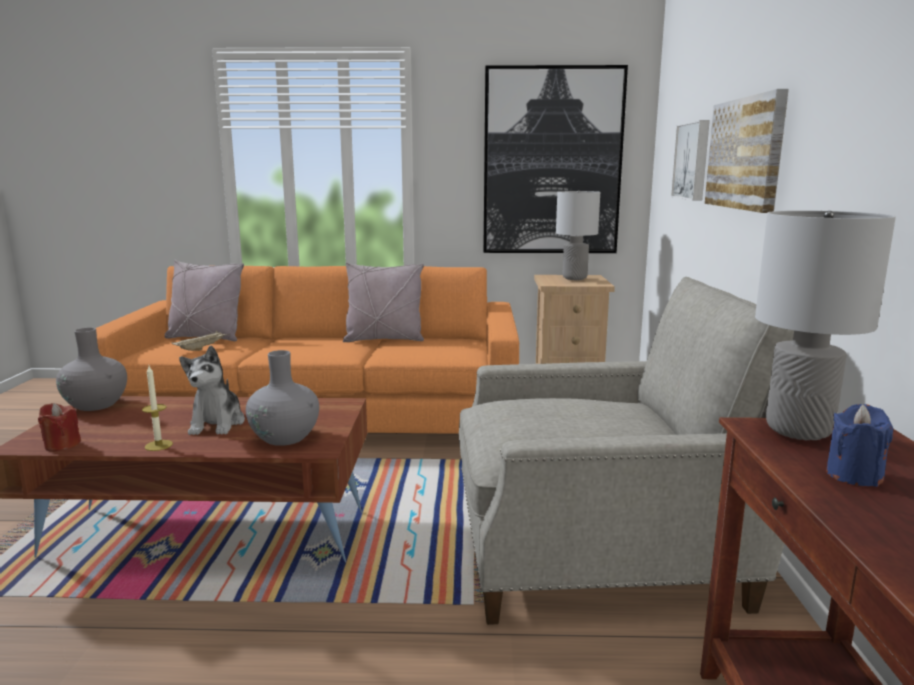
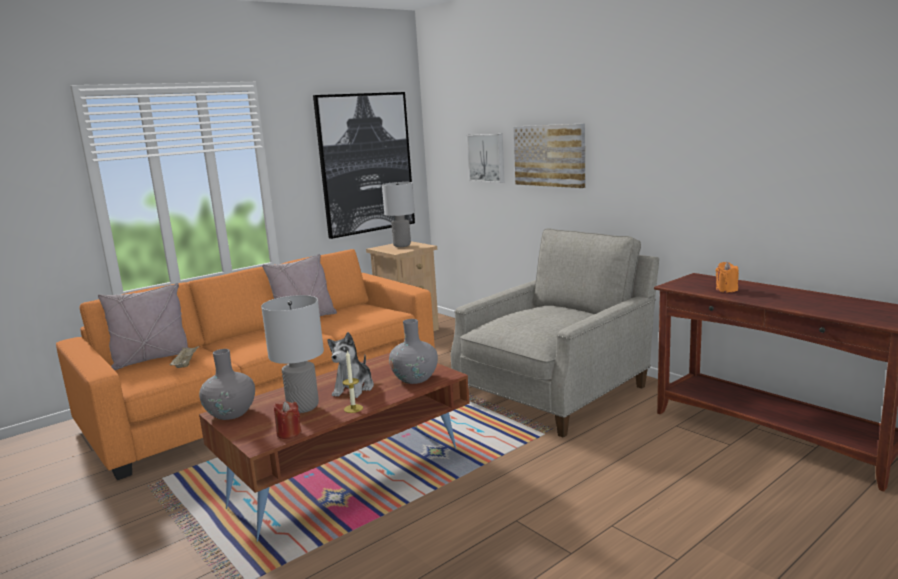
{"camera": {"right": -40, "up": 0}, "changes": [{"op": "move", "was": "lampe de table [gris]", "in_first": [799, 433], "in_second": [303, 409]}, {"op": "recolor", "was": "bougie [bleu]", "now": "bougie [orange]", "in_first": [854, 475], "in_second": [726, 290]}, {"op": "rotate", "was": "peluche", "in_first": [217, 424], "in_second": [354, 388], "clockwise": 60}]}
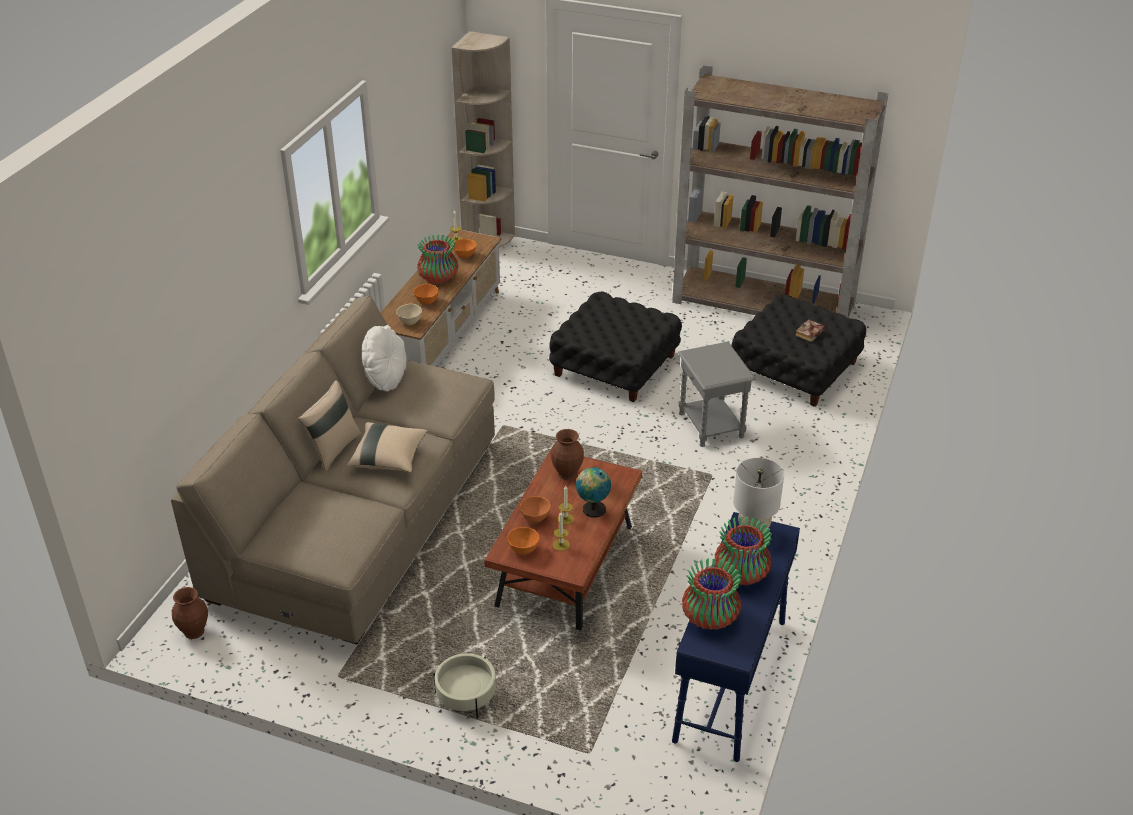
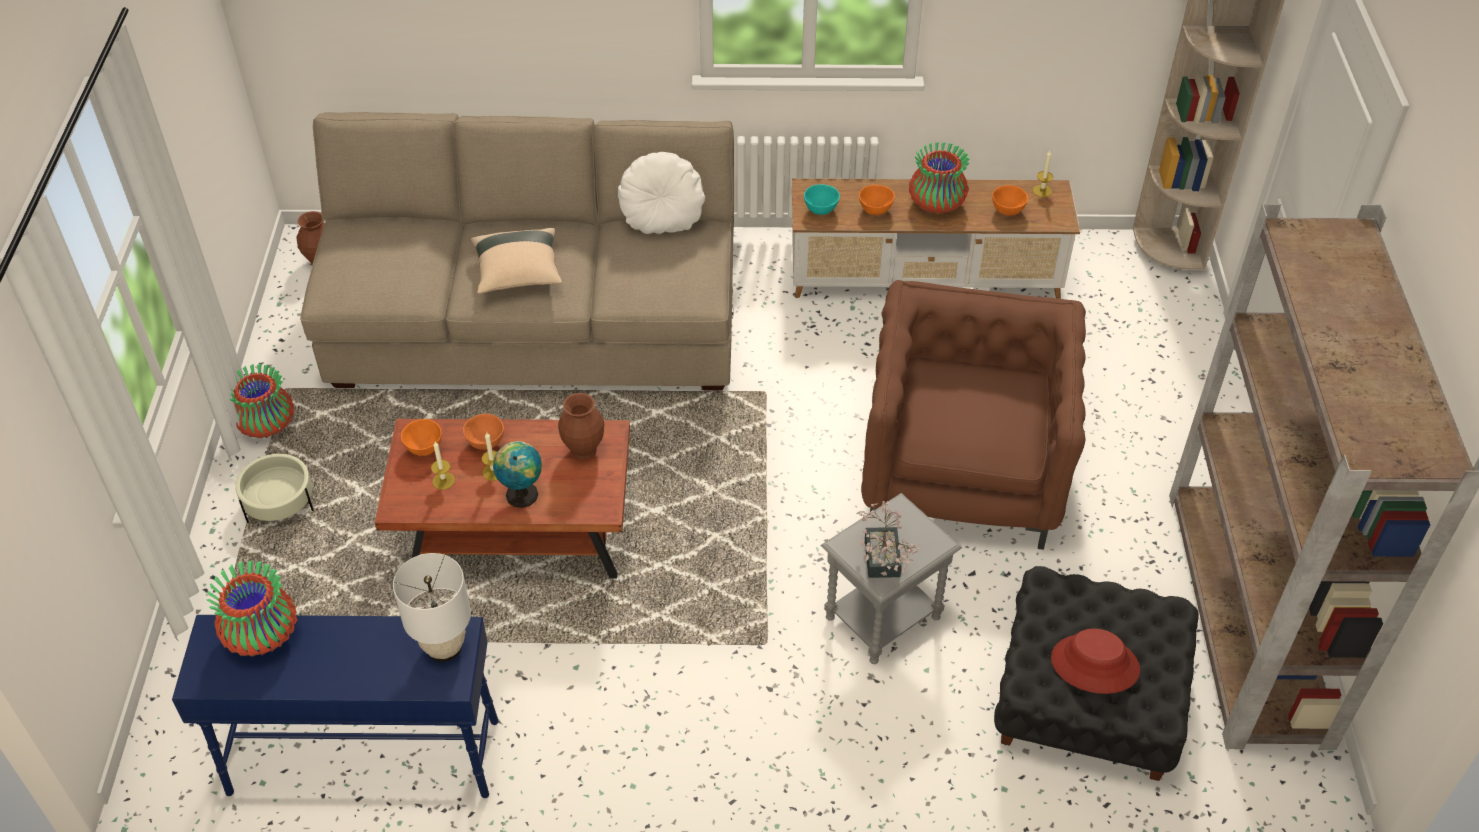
{"camera": {"right": 70, "up": 10}, "changes": [{"op": "delete", "was": "coussin [beige]", "in_first": [333, 449]}, {"op": "insert", "now": "plante en pot", "in_second": [882, 563]}, {"op": "move", "was": "vase", "in_first": [741, 574], "in_second": [267, 425]}, {"op": "replace", "was": "pouf [noir]", "now": "fauteuil [marron]", "in_first": [615, 365], "in_second": [963, 470]}, {"op": "replace", "was": "livre", "now": "chapeau [rouge]", "in_first": [809, 334], "in_second": [1094, 665]}, {"op": "recolor", "was": "bol [beige]", "now": "bol [turquoise]", "in_first": [410, 322], "in_second": [821, 210]}]}
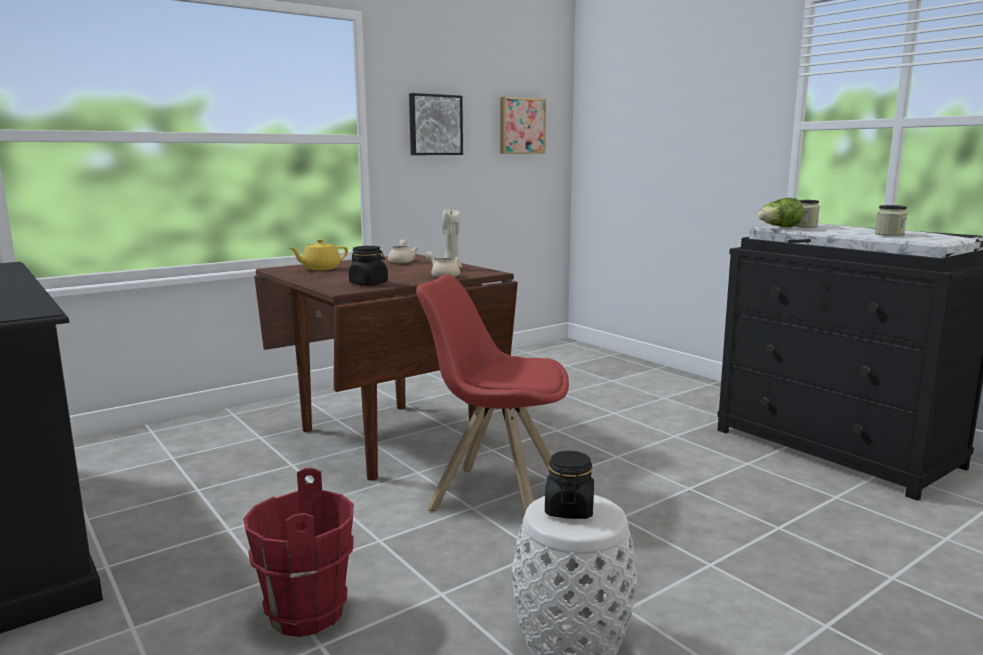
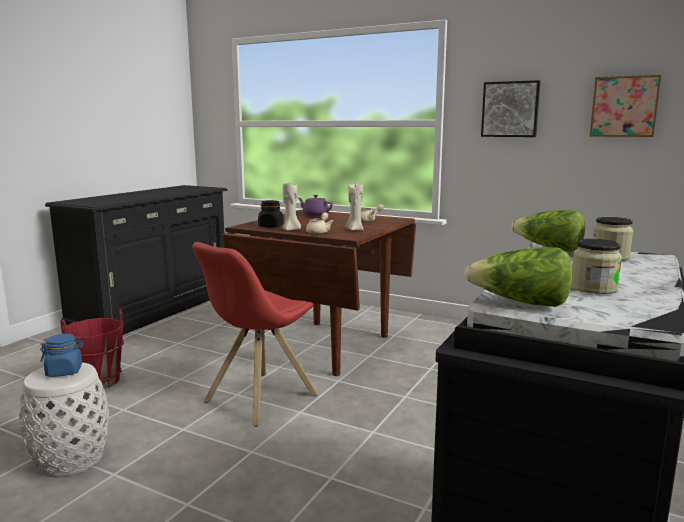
{"camera": {"right": 65, "up": 0}, "changes": [{"op": "insert", "now": "bougie [beige]", "in_second": [291, 230]}, {"op": "insert", "now": "laitue", "in_second": [521, 303]}, {"op": "recolor", "was": "théière [jaune]", "now": "théière [violet]", "in_first": [320, 268], "in_second": [315, 215]}, {"op": "recolor", "was": "bocal [noir]", "now": "bocal [bleu]", "in_first": [569, 509], "in_second": [64, 371]}, {"op": "rotate", "was": "chaise [rouge]", "in_first": [496, 495], "in_second": [259, 398], "clockwise": -135}]}
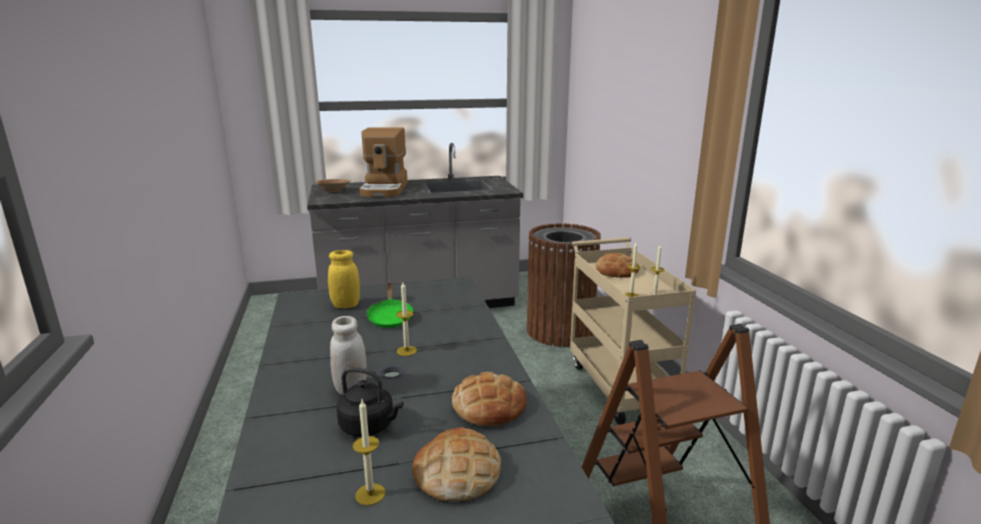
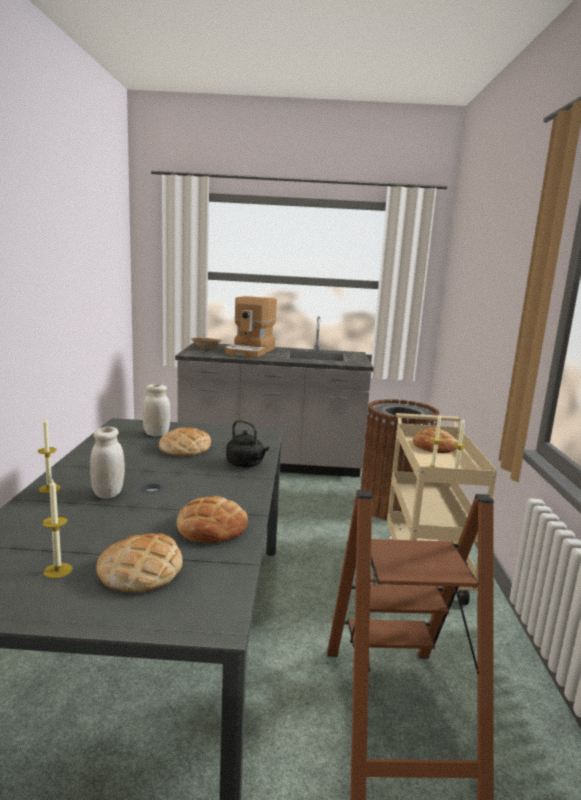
{"camera": {"right": 15, "up": -5}, "changes": [{"op": "move", "was": "bouilloire [noir]", "in_first": [369, 426], "in_second": [246, 464]}, {"op": "move", "was": "bougie", "in_first": [406, 351], "in_second": [49, 488]}, {"op": "replace", "was": "poêle [vert]", "now": "pain", "in_first": [390, 317], "in_second": [185, 448]}, {"op": "recolor", "was": "bocal [jaune]", "now": "bocal [blanc]", "in_first": [345, 305], "in_second": [156, 434]}]}
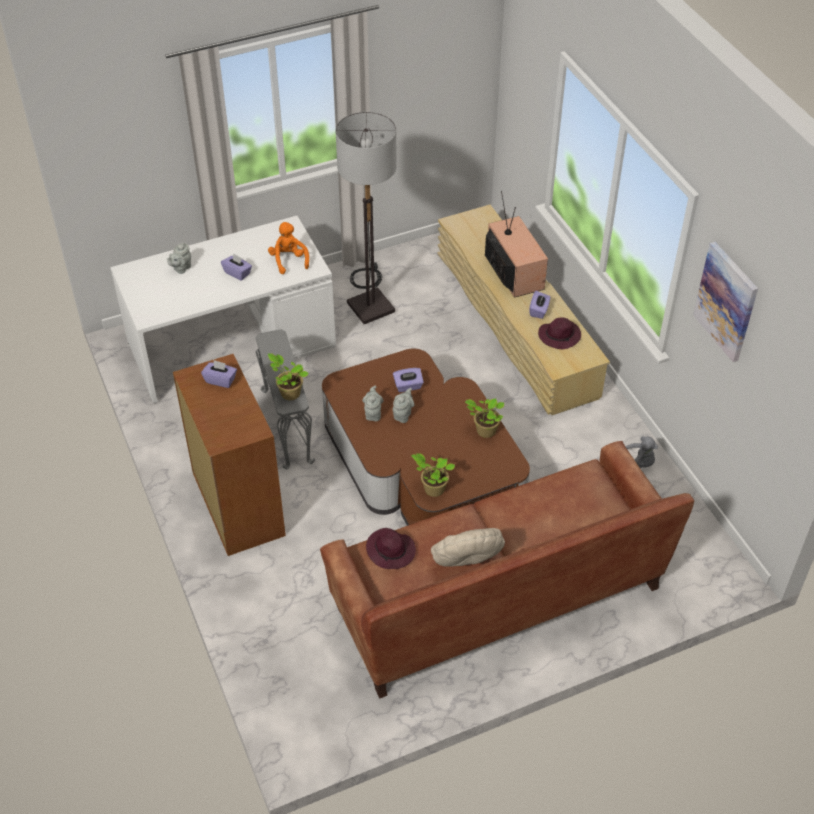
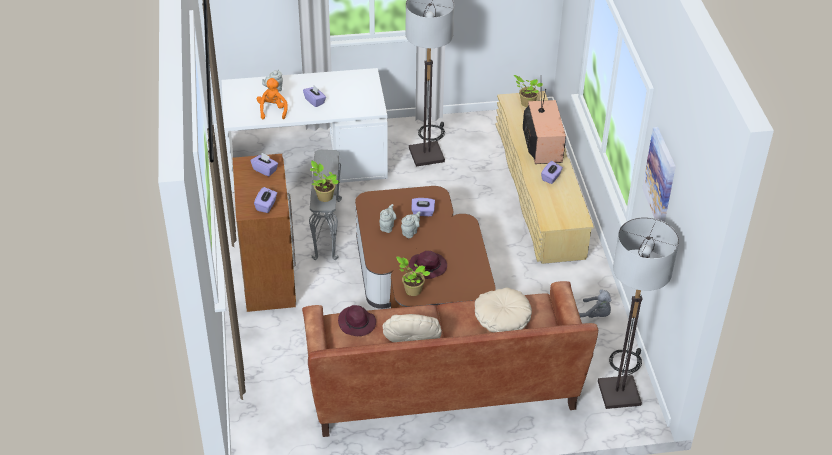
{"camera": {"right": 15, "up": -5}, "changes": [{"op": "insert", "now": "boîte à mouchoirs [violet]", "in_second": [266, 206]}, {"op": "insert", "now": "coussin [beige]", "in_second": [502, 318]}, {"op": "insert", "now": "lampadaire", "in_second": [621, 384]}, {"op": "move", "was": "peluche [orange]", "in_first": [289, 260], "in_second": [272, 110]}, {"op": "move", "was": "plante en pot", "in_first": [484, 431], "in_second": [526, 103]}, {"op": "move", "was": "chapeau [violet]", "in_first": [560, 336], "in_second": [428, 267]}]}
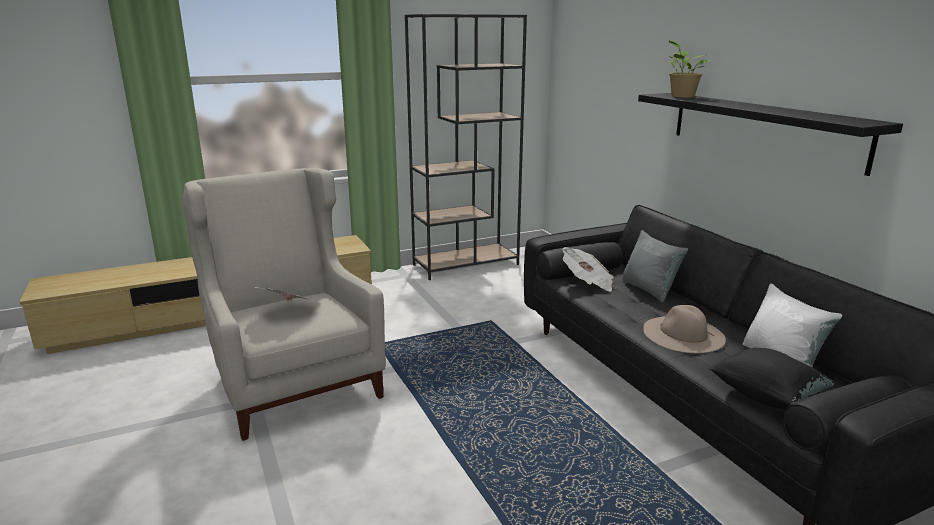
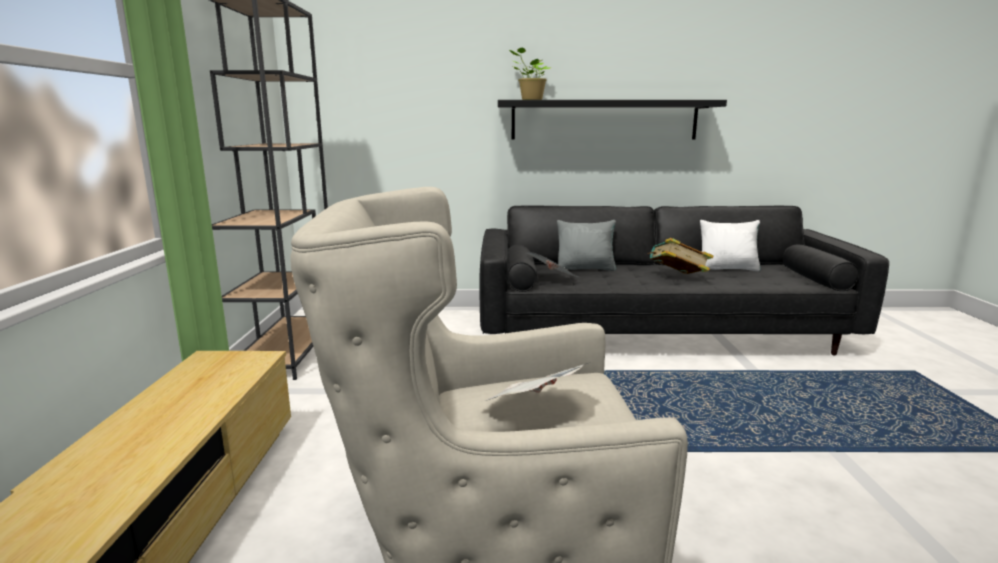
{"camera": {"right": -65, "up": -5}, "changes": [{"op": "delete", "was": "coussin [noir]", "in_first": [766, 396]}, {"op": "replace", "was": "chapeau [beige]", "now": "livre", "in_first": [683, 334], "in_second": [677, 277]}]}
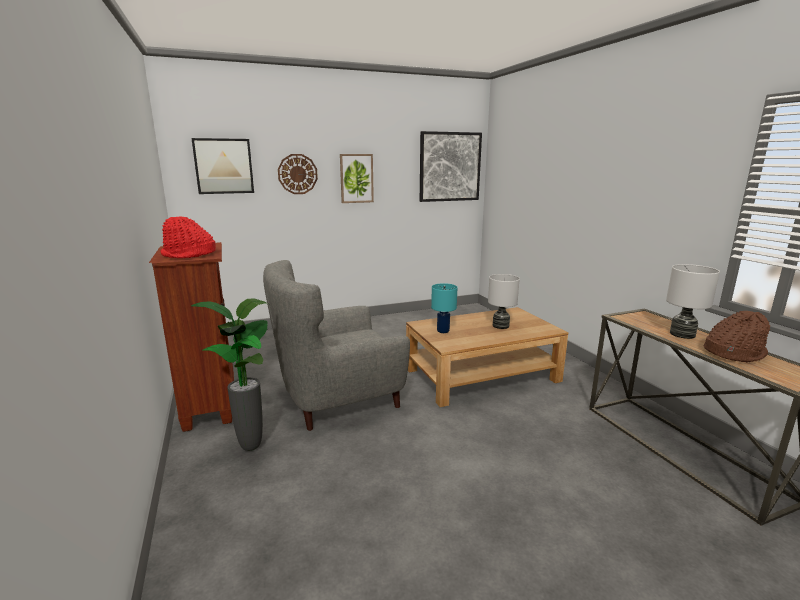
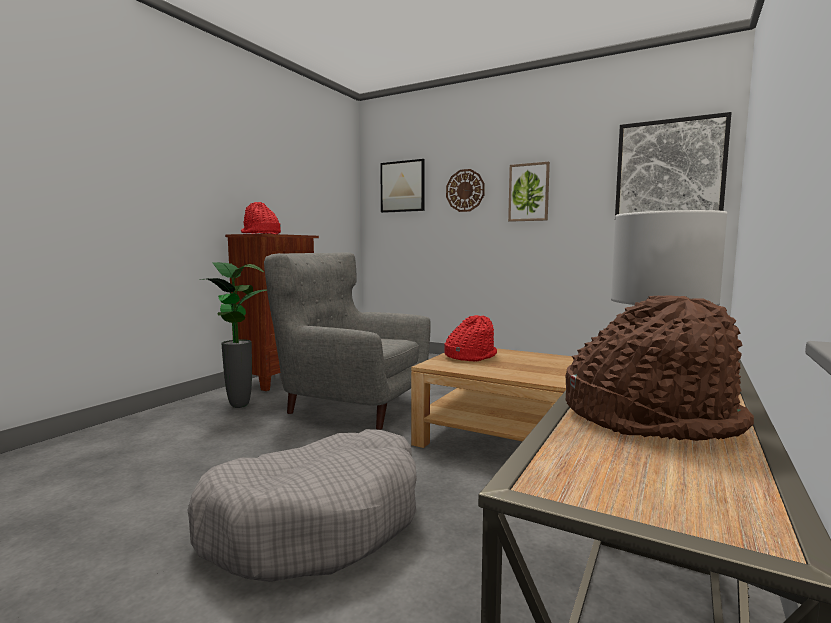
{"camera": {"right": 50, "up": -10}, "changes": [{"op": "delete", "was": "lampe de table [gris]", "in_first": [500, 326]}, {"op": "insert", "now": "panier pour chien [gris]", "in_second": [317, 522]}, {"op": "replace", "was": "lampe de table [turquoise]", "now": "chapeau [rouge]", "in_first": [442, 331], "in_second": [470, 356]}]}
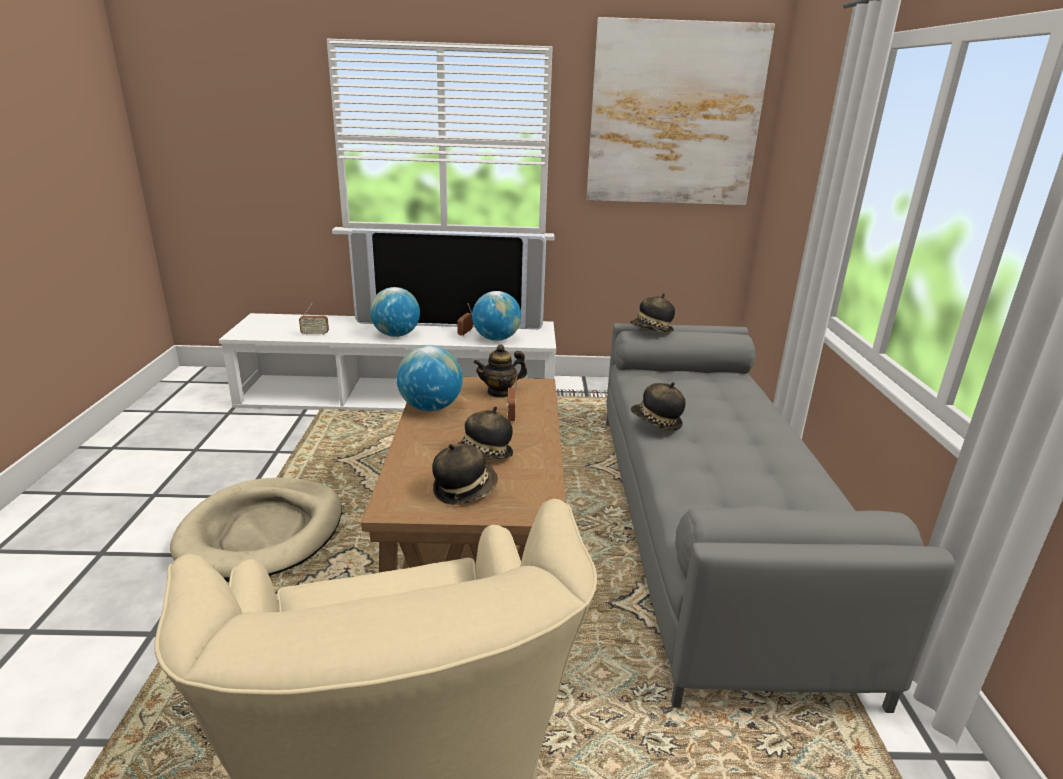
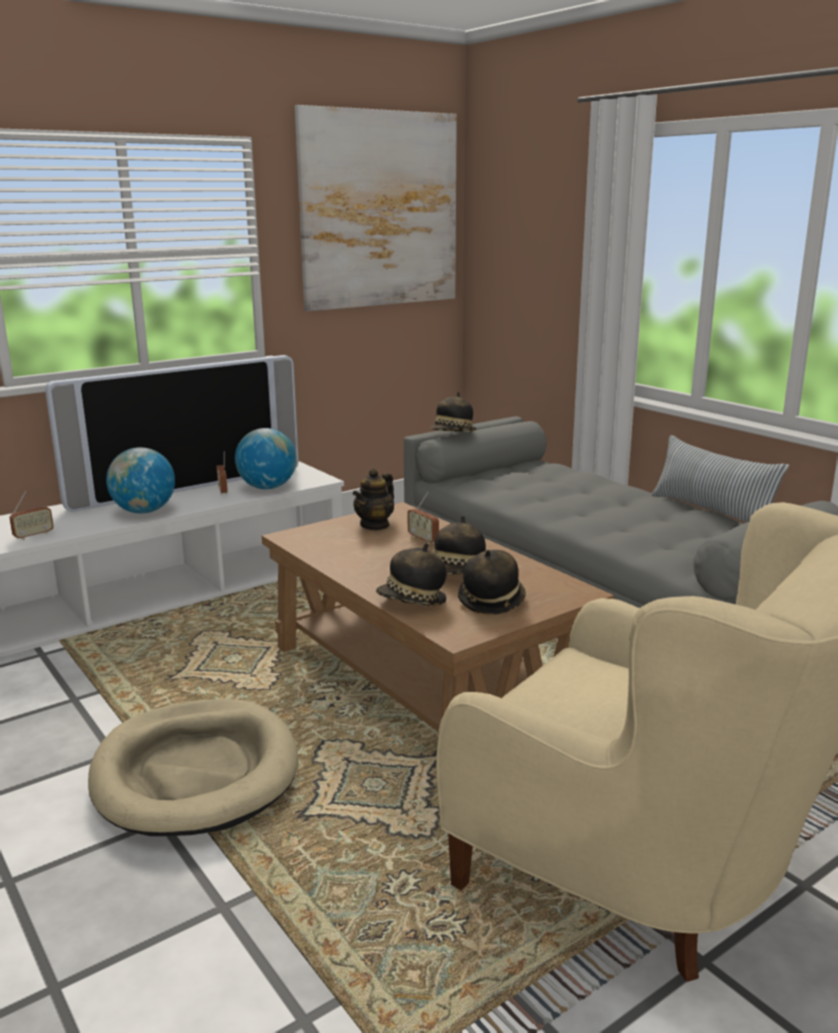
{"camera": {"right": -35, "up": -5}, "changes": [{"op": "delete", "was": "globe", "in_first": [430, 408]}, {"op": "insert", "now": "coussin", "in_second": [712, 511]}, {"op": "move", "was": "chapeau", "in_first": [656, 422], "in_second": [412, 602]}]}
